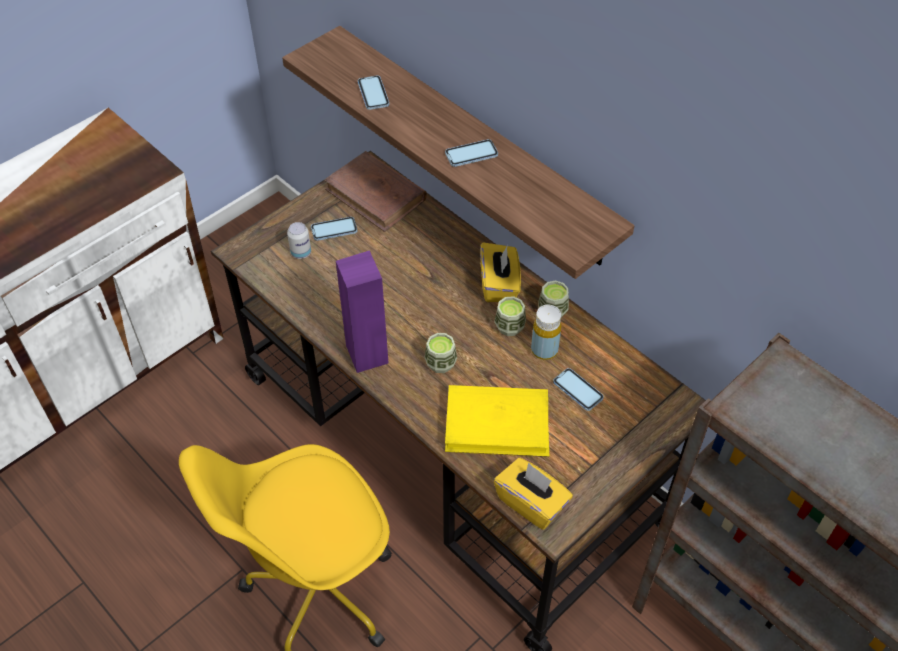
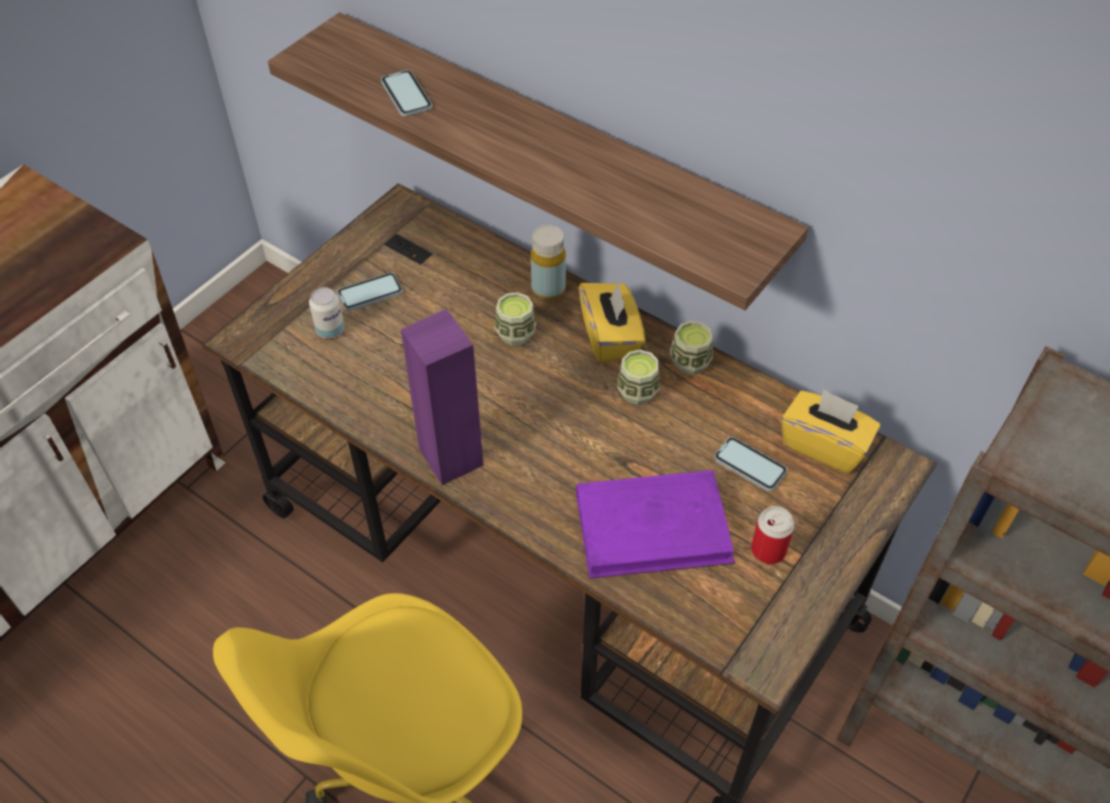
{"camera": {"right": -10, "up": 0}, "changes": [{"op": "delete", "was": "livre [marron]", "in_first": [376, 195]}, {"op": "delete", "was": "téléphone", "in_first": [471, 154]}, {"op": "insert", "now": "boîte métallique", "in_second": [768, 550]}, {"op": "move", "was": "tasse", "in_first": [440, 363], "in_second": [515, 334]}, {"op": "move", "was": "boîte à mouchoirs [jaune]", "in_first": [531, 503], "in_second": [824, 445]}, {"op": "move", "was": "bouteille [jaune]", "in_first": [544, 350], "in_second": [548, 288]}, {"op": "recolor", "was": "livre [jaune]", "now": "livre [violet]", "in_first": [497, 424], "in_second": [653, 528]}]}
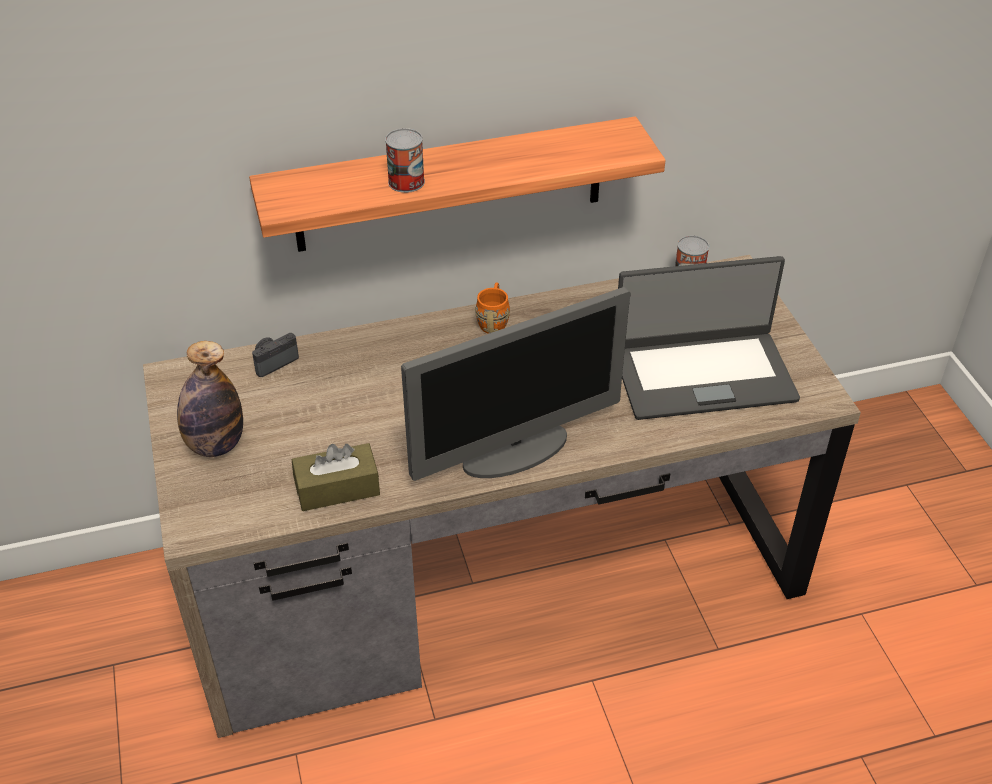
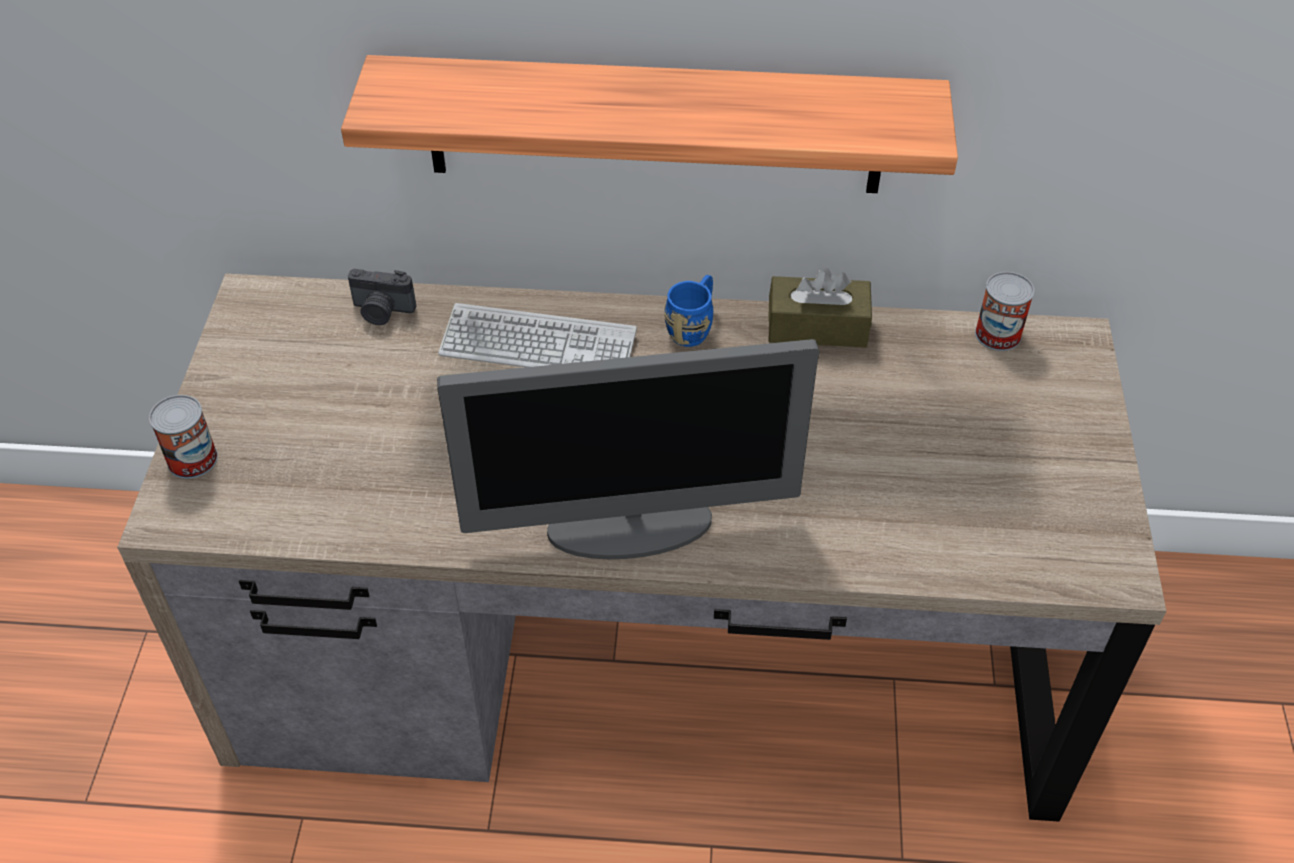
{"camera": {"right": 20, "up": 5}, "changes": [{"op": "delete", "was": "bouteille", "in_first": [215, 445]}, {"op": "delete", "was": "ordinateur portable", "in_first": [702, 374]}, {"op": "insert", "now": "clavier", "in_second": [538, 344]}, {"op": "move", "was": "boîte à mouchoirs [marron]", "in_first": [337, 488], "in_second": [817, 327]}, {"op": "move", "was": "boîte métallique", "in_first": [406, 182], "in_second": [192, 459]}, {"op": "recolor", "was": "mug [orange]", "now": "mug [bleu]", "in_first": [493, 320], "in_second": [693, 327]}, {"op": "rotate", "was": "appareil photo", "in_first": [273, 361], "in_second": [382, 311], "clockwise": -150}]}
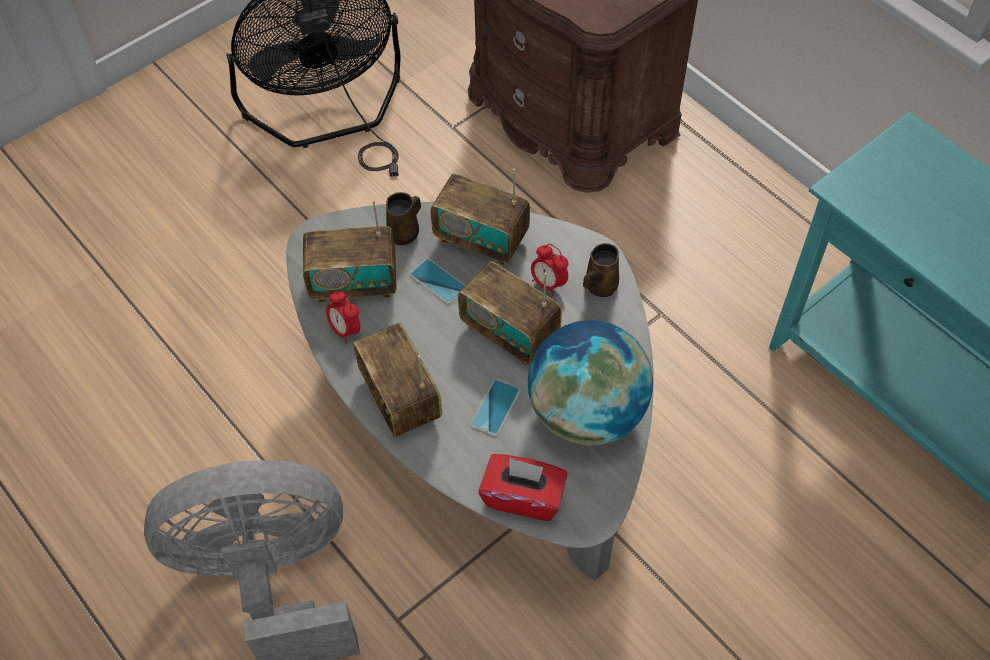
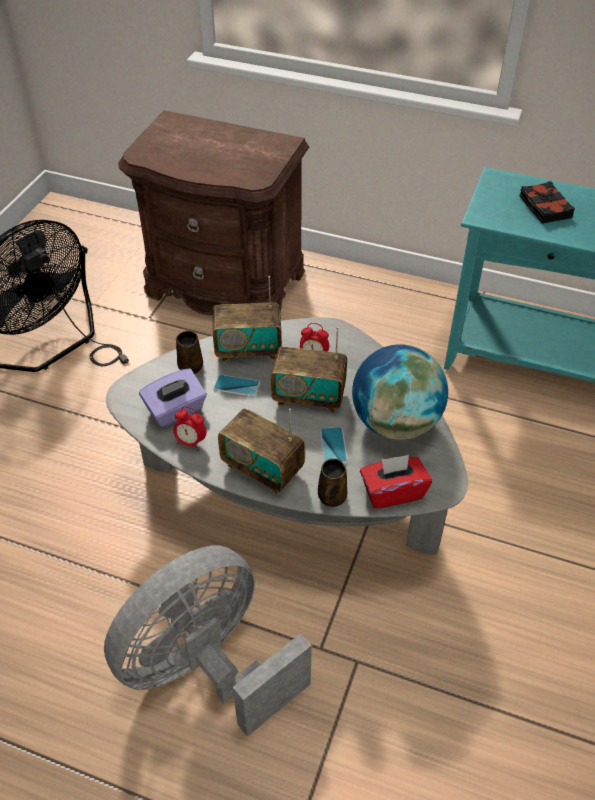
{"camera": {"right": -30, "up": -10}, "changes": [{"op": "insert", "now": "livre [noir]", "in_second": [544, 207]}, {"op": "move", "was": "mug [marron]", "in_first": [600, 286], "in_second": [331, 498]}, {"op": "replace", "was": "radio", "now": "boîte à mouchoirs [violet]", "in_first": [354, 283], "in_second": [176, 410]}]}
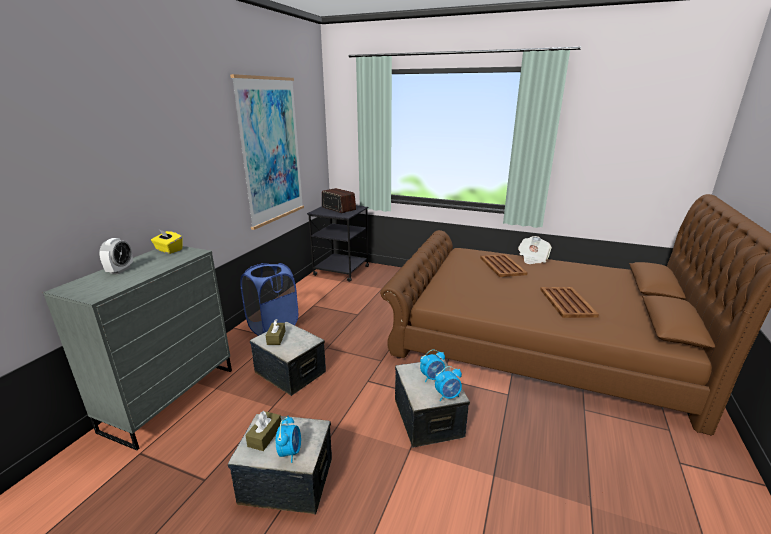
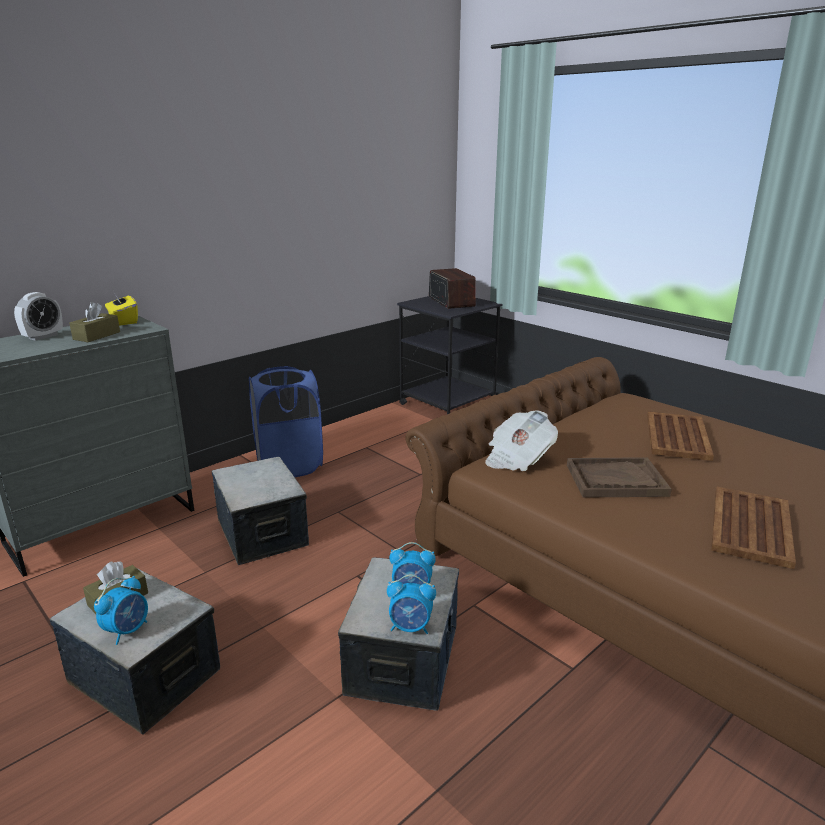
{"camera": {"right": 25, "up": 0}, "changes": [{"op": "delete", "was": "tableau", "in_first": [271, 151]}, {"op": "insert", "now": "plateau [marron]", "in_second": [615, 480]}, {"op": "move", "was": "boîte à mouchoirs [marron]", "in_first": [276, 338], "in_second": [97, 336]}, {"op": "move", "was": "journal", "in_first": [532, 258], "in_second": [517, 458]}]}
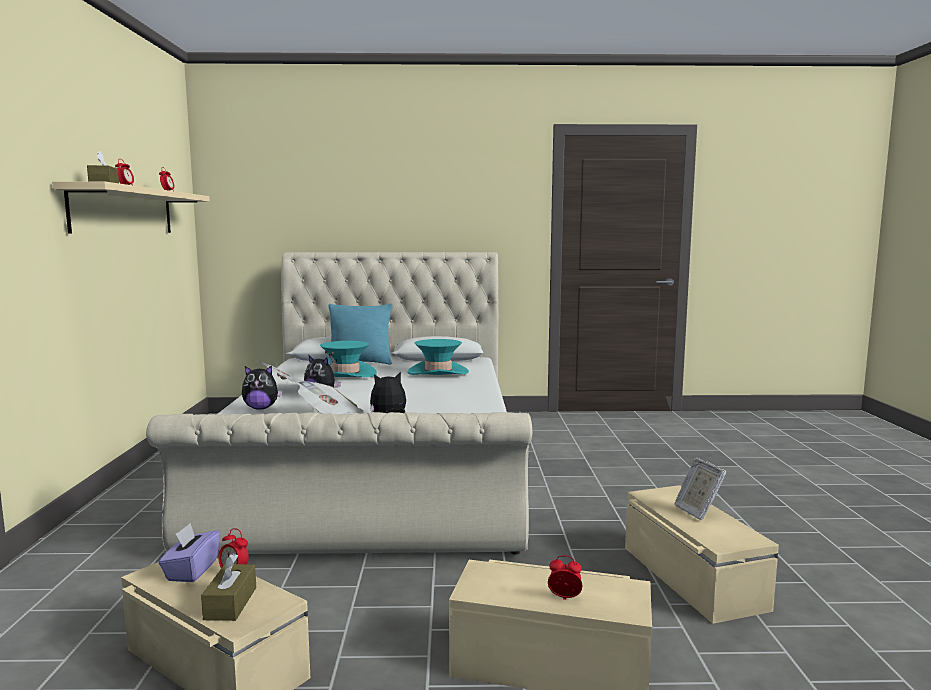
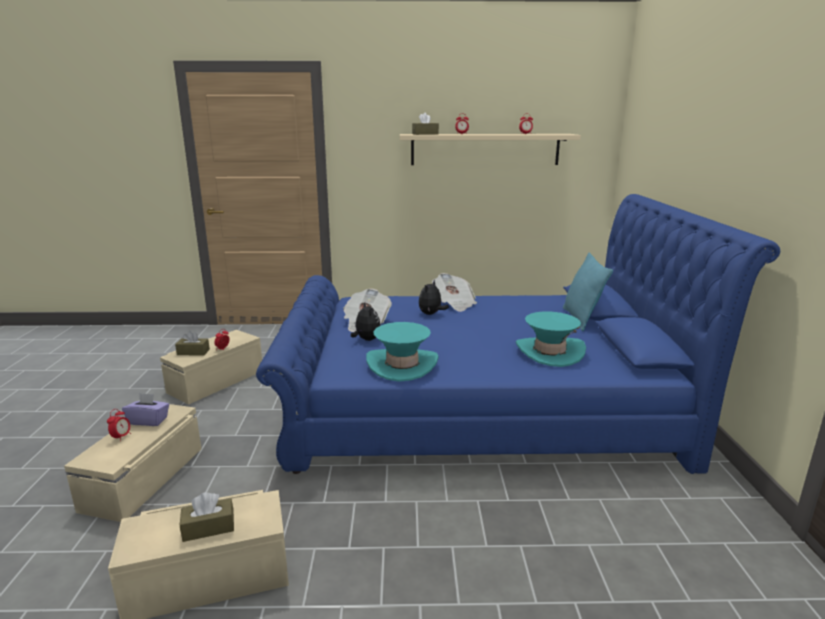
{"camera": {"right": 90, "up": 10}, "changes": [{"op": "delete", "was": "peluche", "in_first": [261, 408]}, {"op": "move", "was": "boîte à mouchoirs [violet]", "in_first": [191, 570], "in_second": [149, 421]}, {"op": "move", "was": "chapeau [turquoise]", "in_first": [345, 374], "in_second": [402, 365]}, {"op": "replace", "was": "cadre photo", "now": "boîte à mouchoirs [marron]", "in_first": [697, 511], "in_second": [208, 528]}, {"op": "recolor", "was": "lit [beige]", "now": "lit [bleu]", "in_first": [376, 468], "in_second": [480, 401]}]}
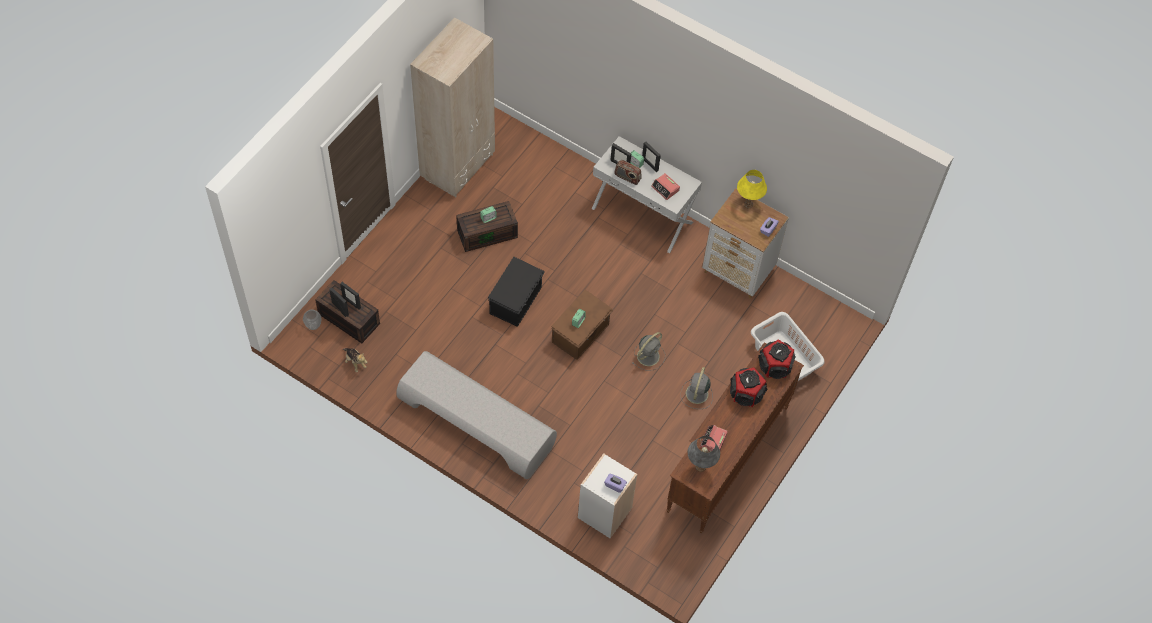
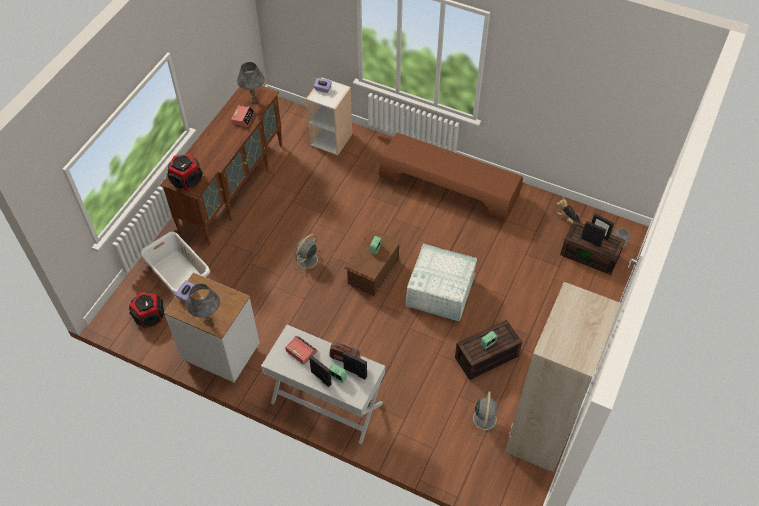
{"camera": {"right": 175, "up": -5}, "changes": [{"op": "move", "was": "ventilateur [gris]", "in_first": [696, 394], "in_second": [484, 418]}, {"op": "move", "was": "enceinte", "in_first": [746, 393], "in_second": [149, 315]}, {"op": "replace", "was": "boîte de rangement [noir]", "now": "pouf [blanc]", "in_first": [516, 300], "in_second": [440, 293]}, {"op": "recolor", "was": "banc [gris]", "now": "banc [marron]", "in_first": [476, 423], "in_second": [449, 187]}, {"op": "recolor", "was": "lampe de table [jaune]", "now": "lampe de table [gris]", "in_first": [748, 204], "in_second": [208, 320]}]}
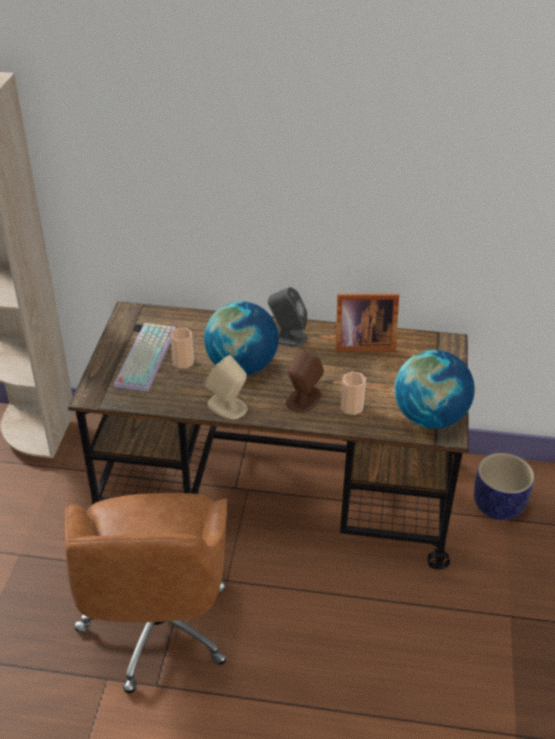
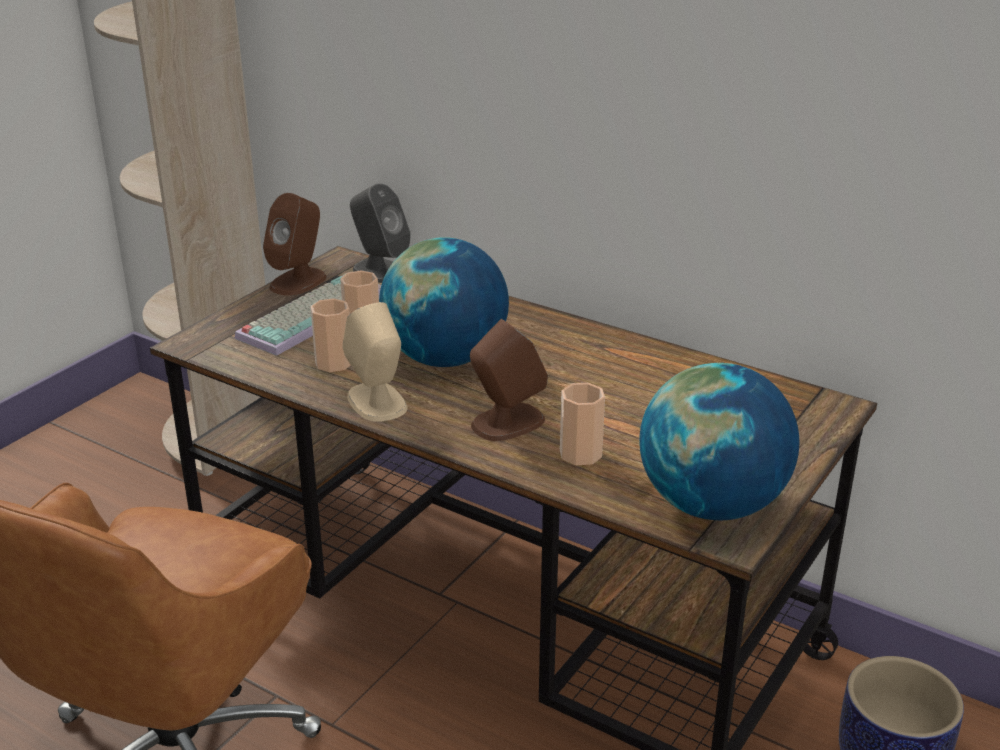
{"camera": {"right": 25, "up": -10}, "changes": [{"op": "delete", "was": "cadre photo", "in_first": [361, 342]}, {"op": "insert", "now": "enceinte [marron]", "in_second": [298, 281]}, {"op": "insert", "now": "tasse", "in_second": [334, 363]}, {"op": "move", "was": "enceinte [gris]", "in_first": [287, 337], "in_second": [380, 271]}]}
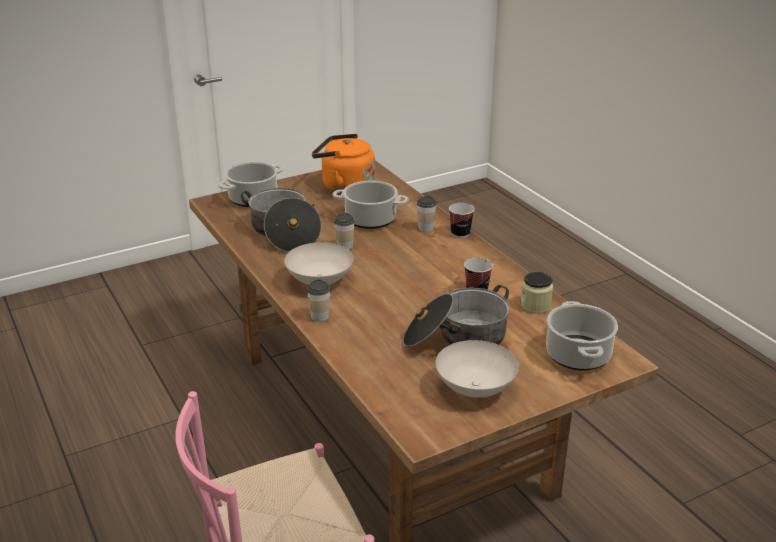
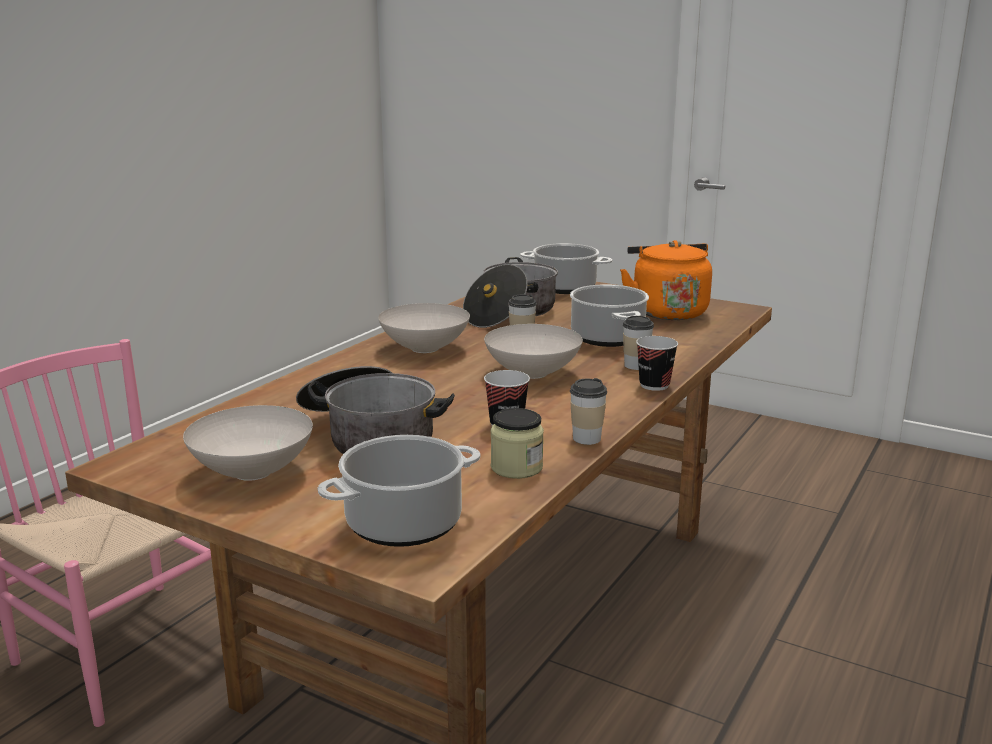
{"camera": {"right": 60, "up": -10}, "changes": [{"op": "insert", "now": "bol [blanc]", "in_second": [531, 373]}, {"op": "move", "was": "tasse", "in_first": [319, 316], "in_second": [586, 438]}]}
